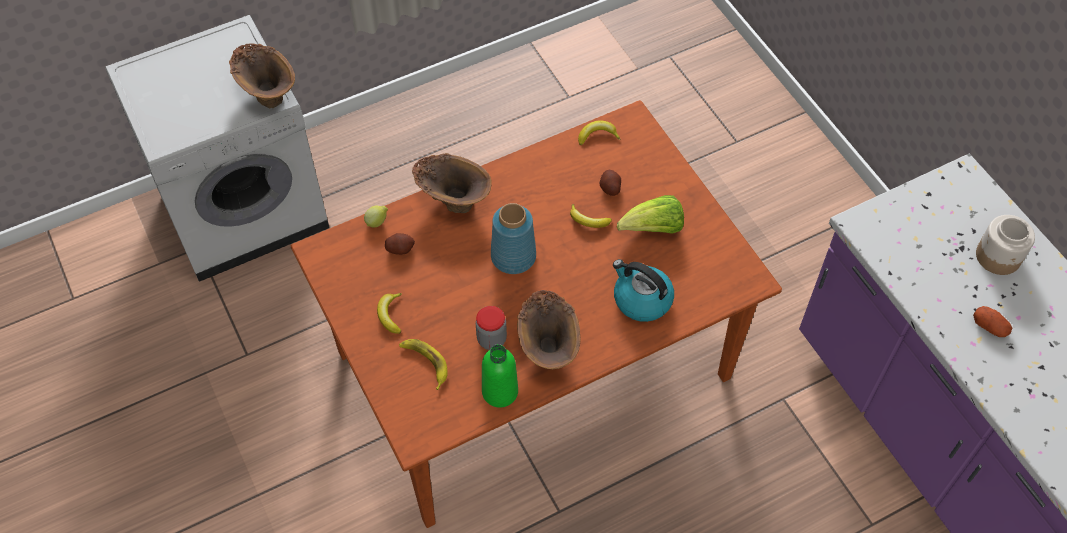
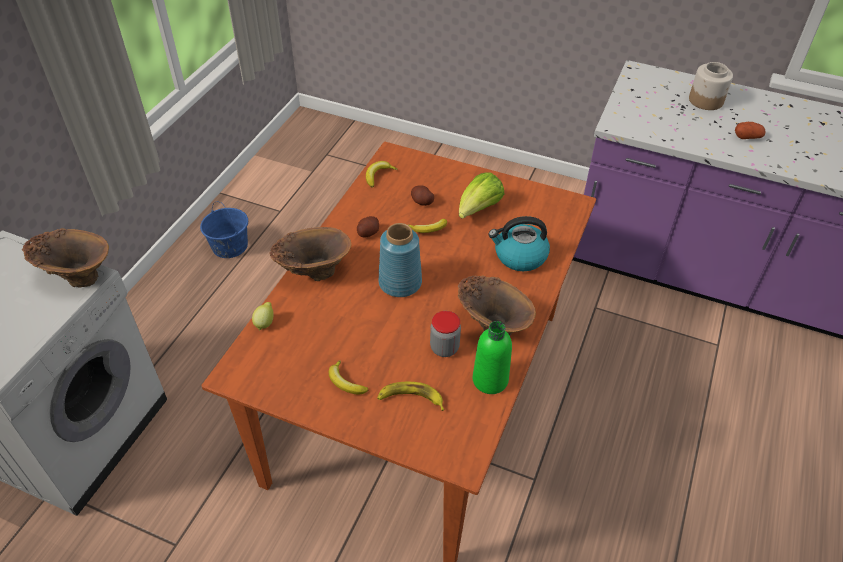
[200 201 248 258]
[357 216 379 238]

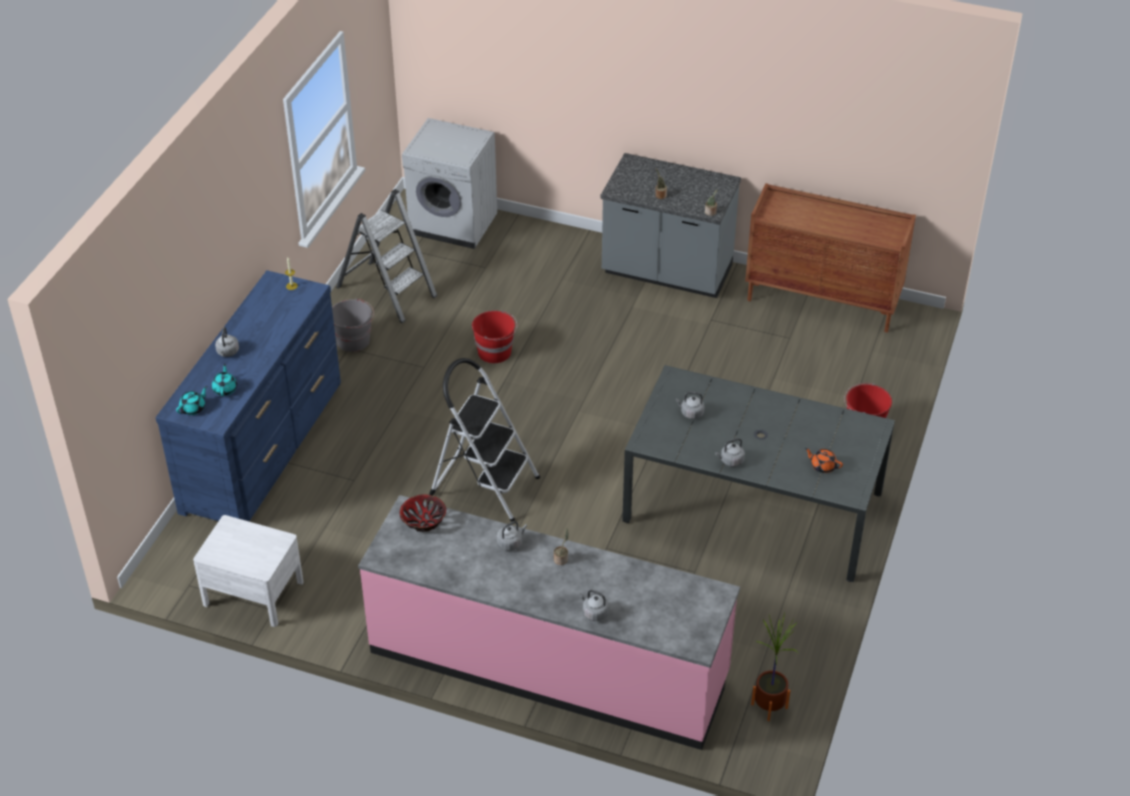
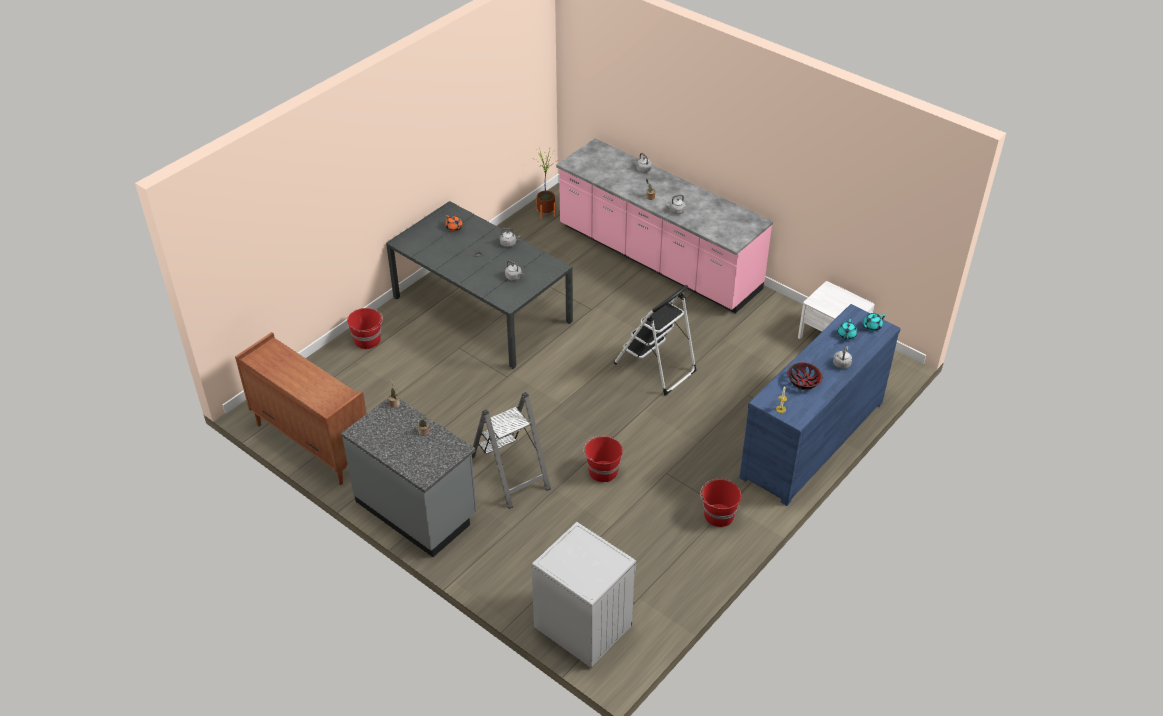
[472 392 551 509]
[700 478 741 527]
[787 362 822 390]

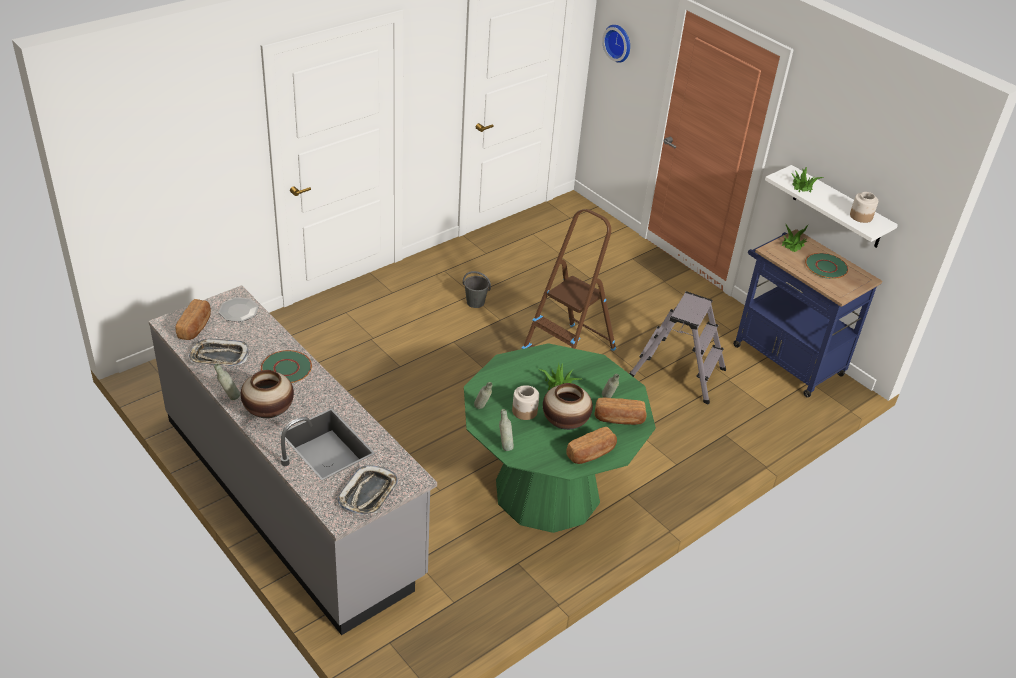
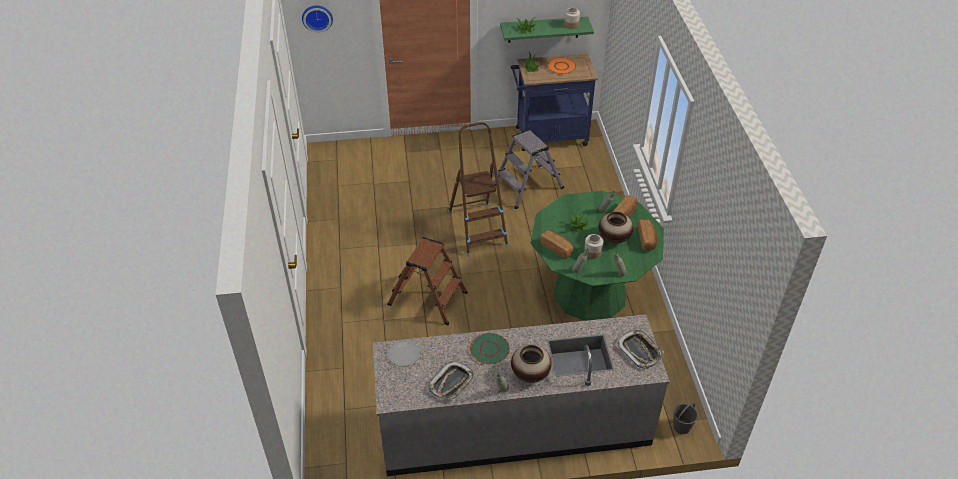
[387 237 468 325]
[500 17 594 43]
[540 230 574 258]
[547 57 576 74]
[673 402 698 434]

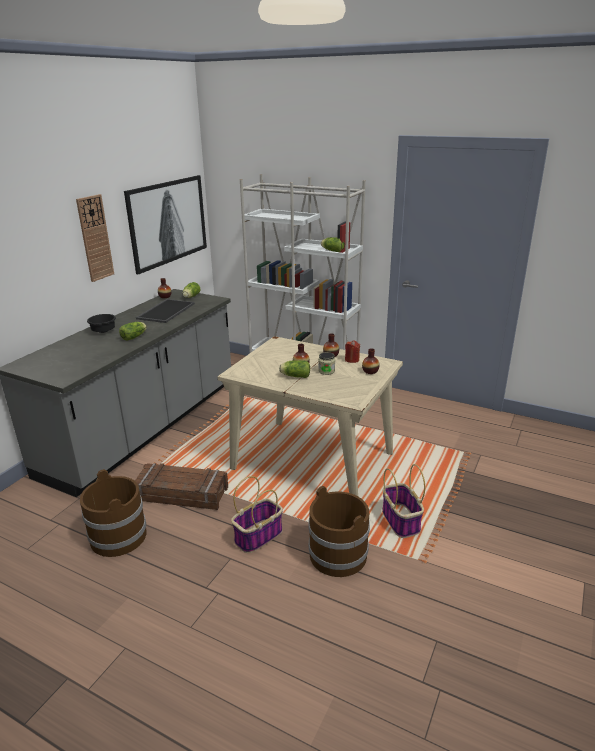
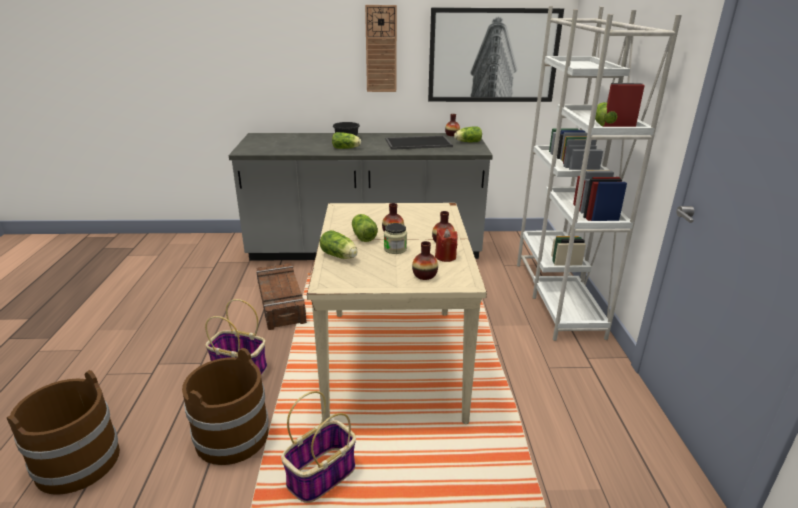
[7 370 120 495]
[320 230 358 259]

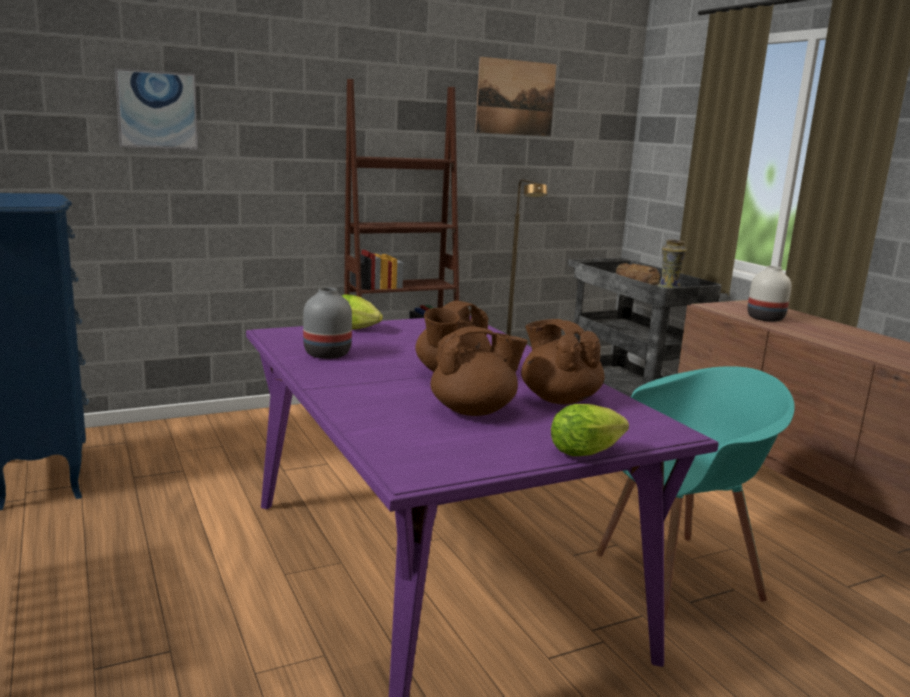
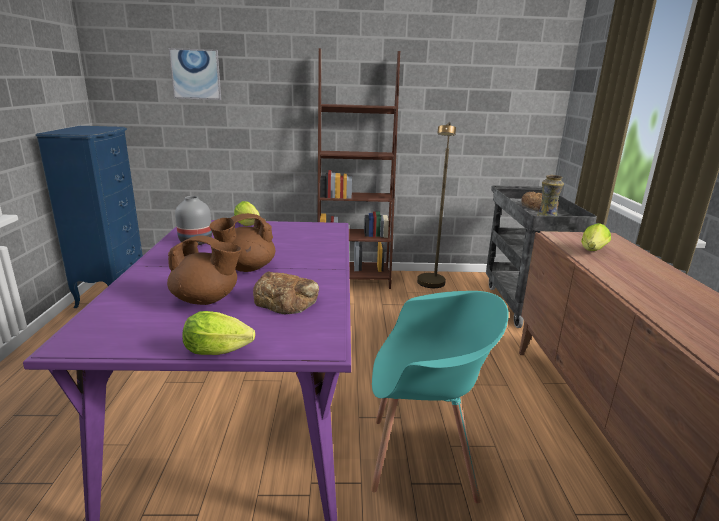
[253 271 319 314]
[581 223 611 251]
[475 57 557 136] (first image)

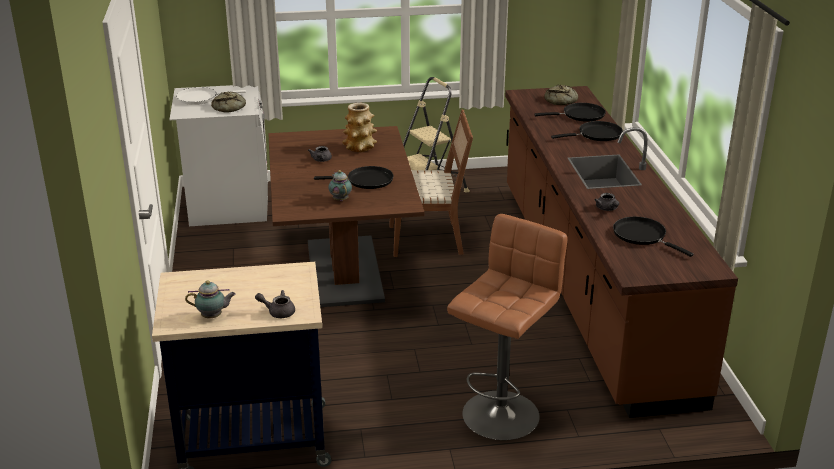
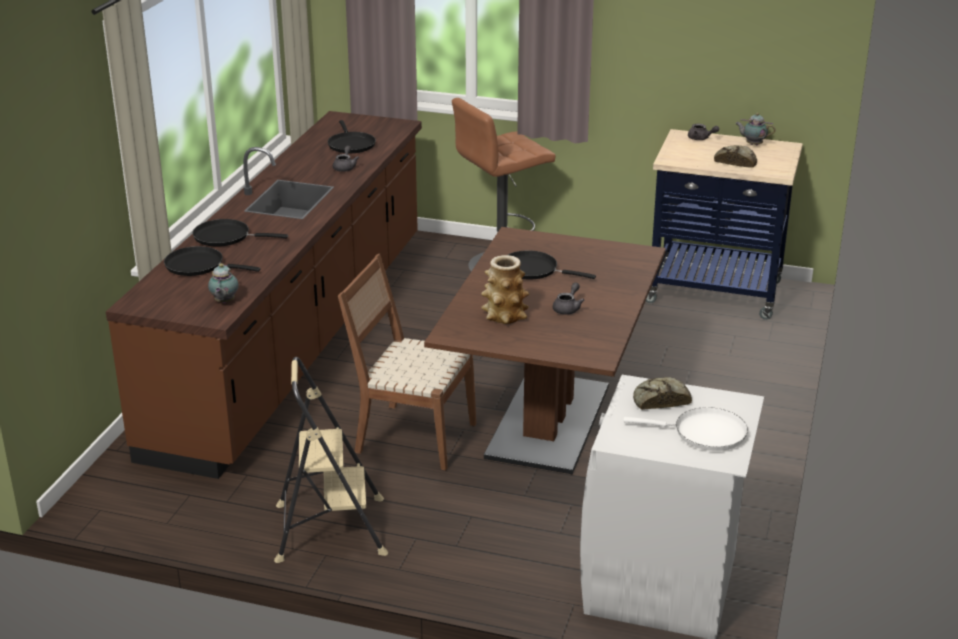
[208 264 239 303]
[714 145 757 168]

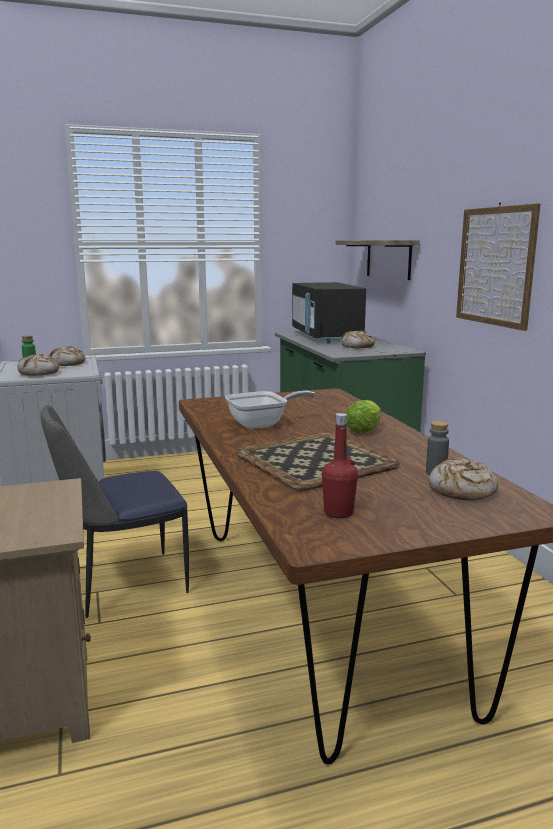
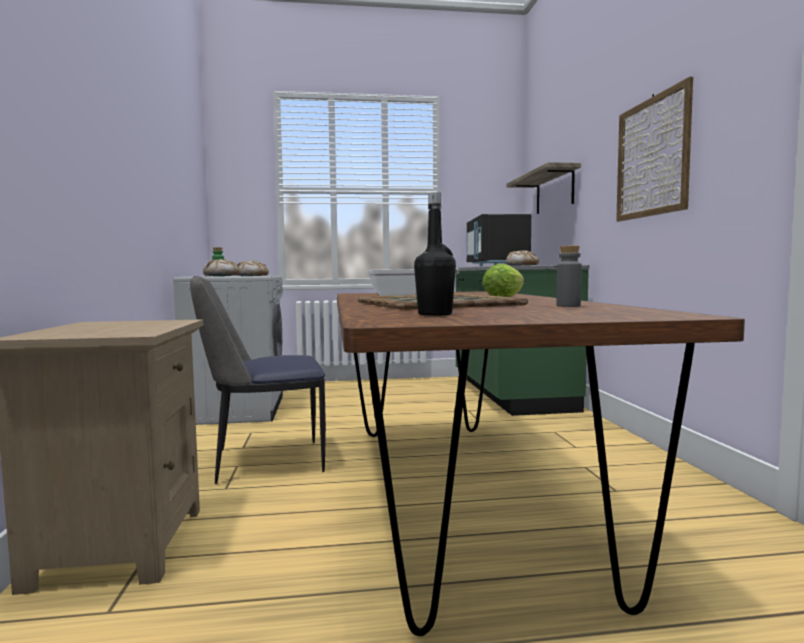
[414 192 456 316]
[428 458 498 501] (first image)

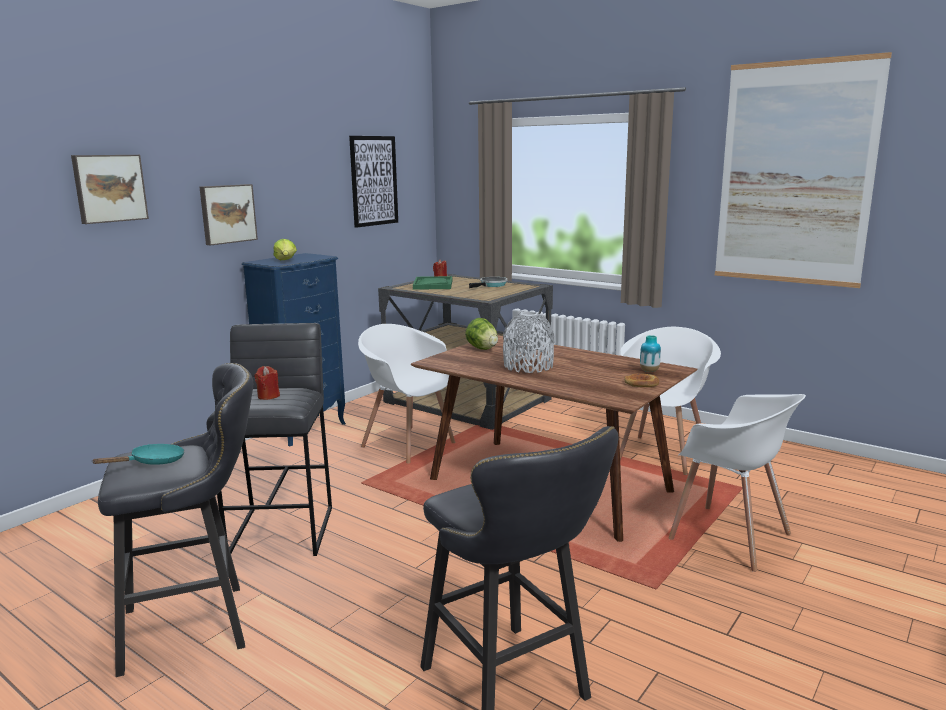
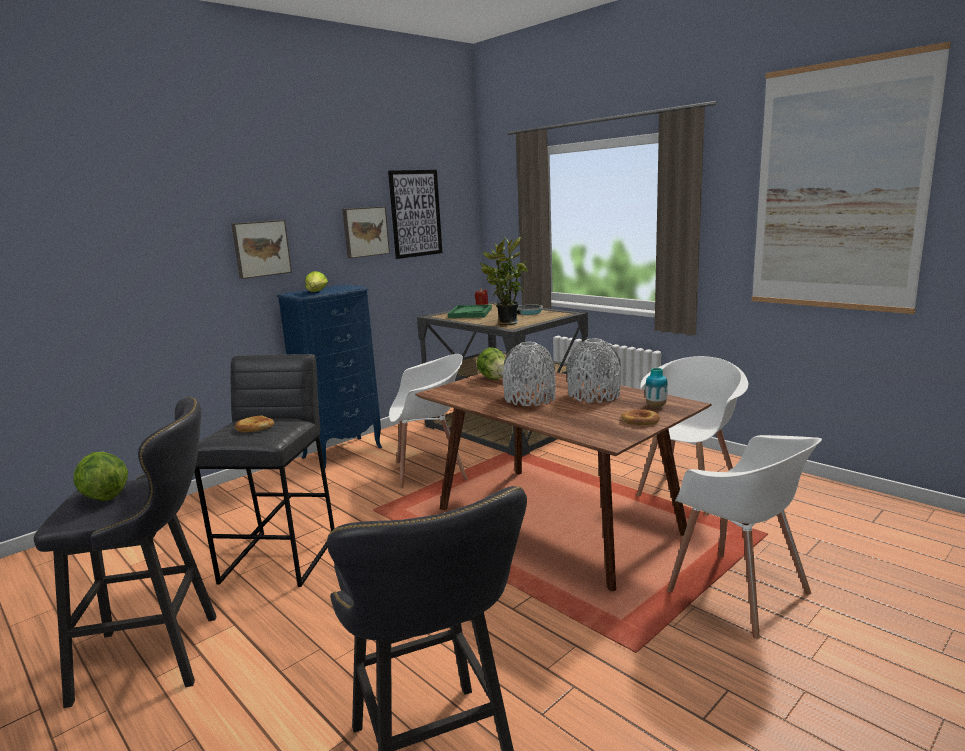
[74 452 128 501]
[235 415 275 433]
[342 206 390 258]
[389 354 468 488]
[480 237 528 325]
[567 339 621 403]

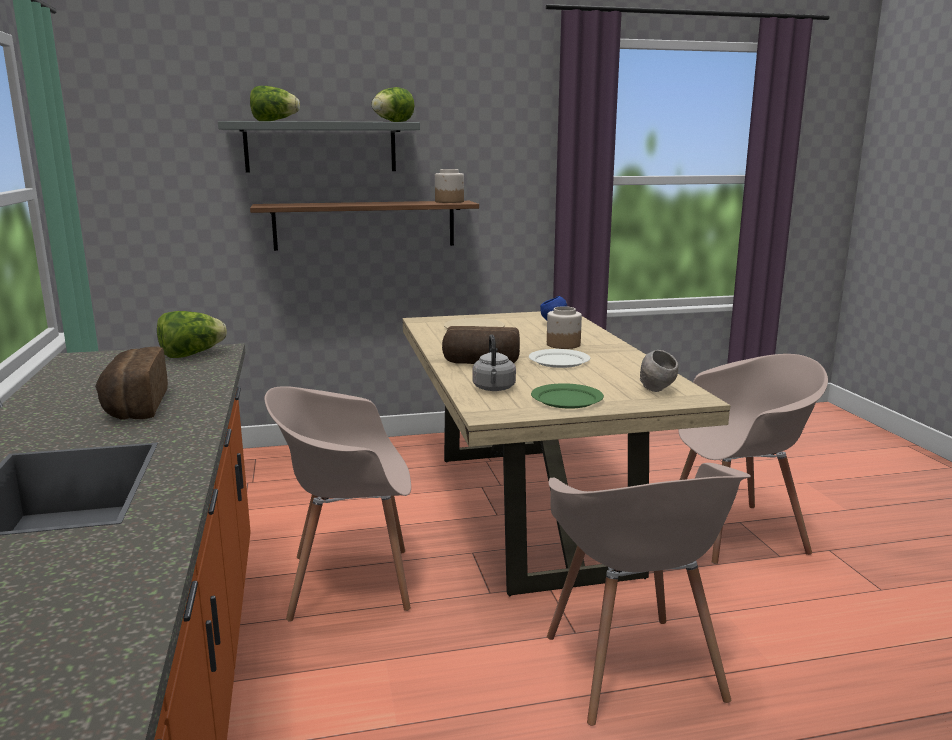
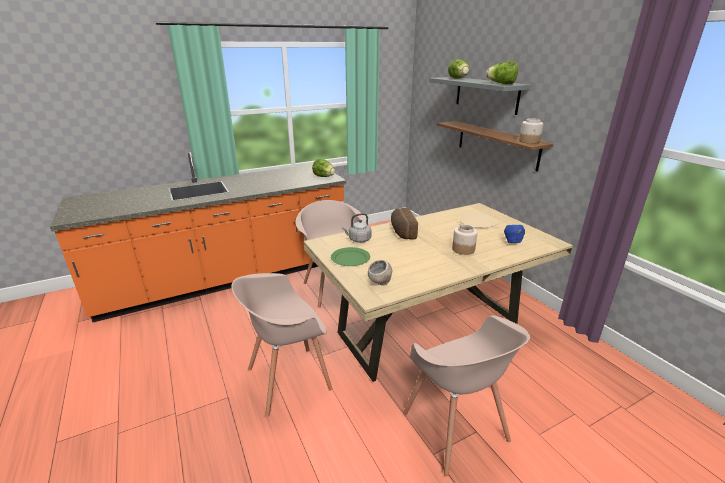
[95 346 168 419] (first image)
[529 349 590 368] (first image)

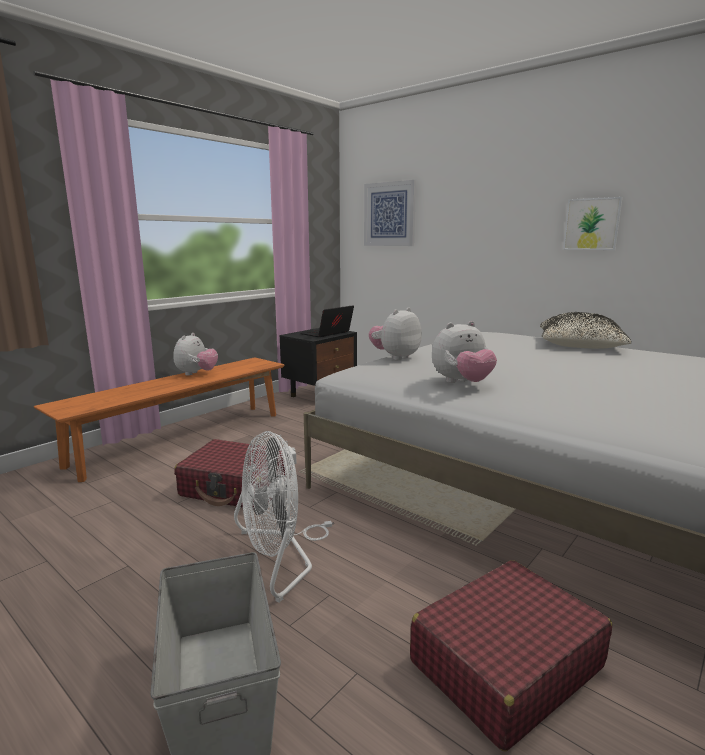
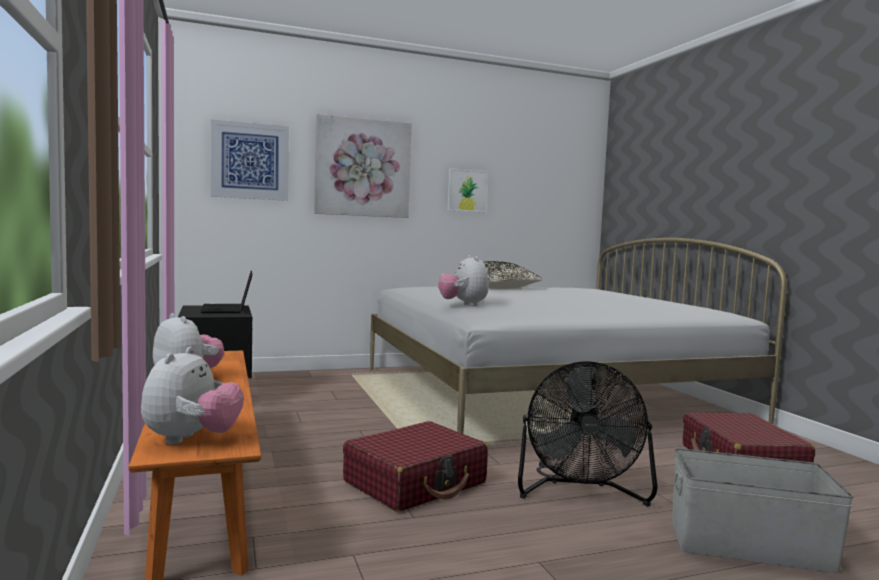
[141 347 244 445]
[314 114 412 218]
[518 361 657 507]

